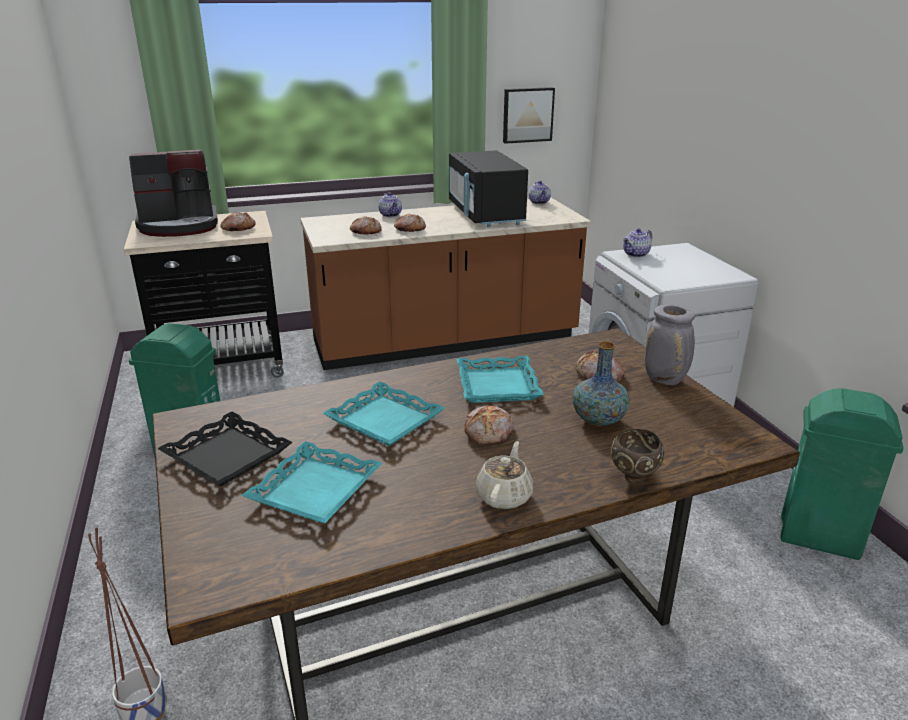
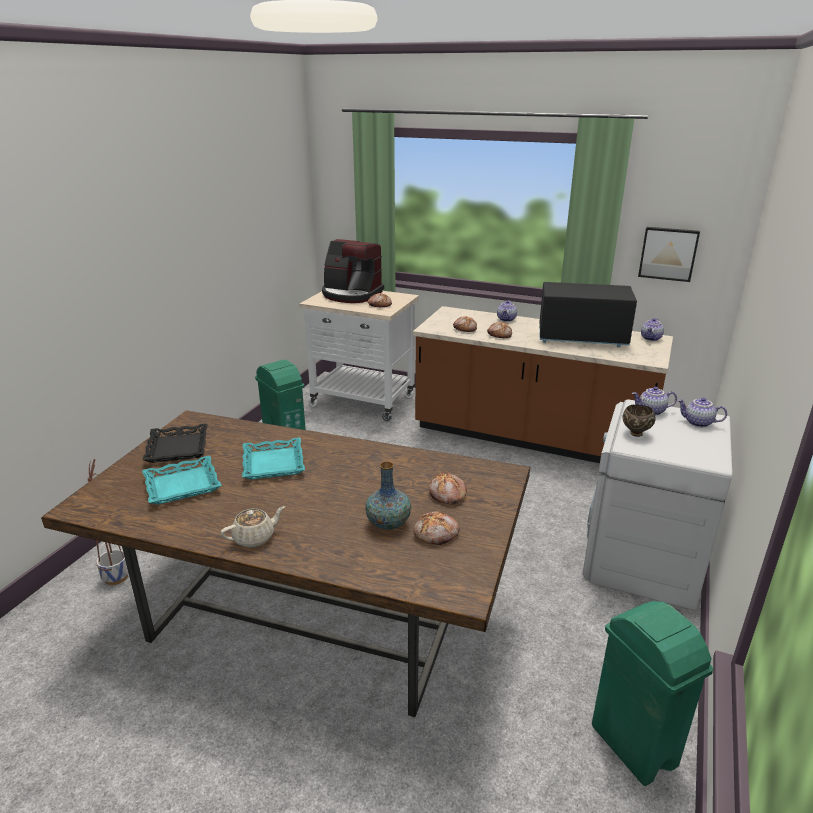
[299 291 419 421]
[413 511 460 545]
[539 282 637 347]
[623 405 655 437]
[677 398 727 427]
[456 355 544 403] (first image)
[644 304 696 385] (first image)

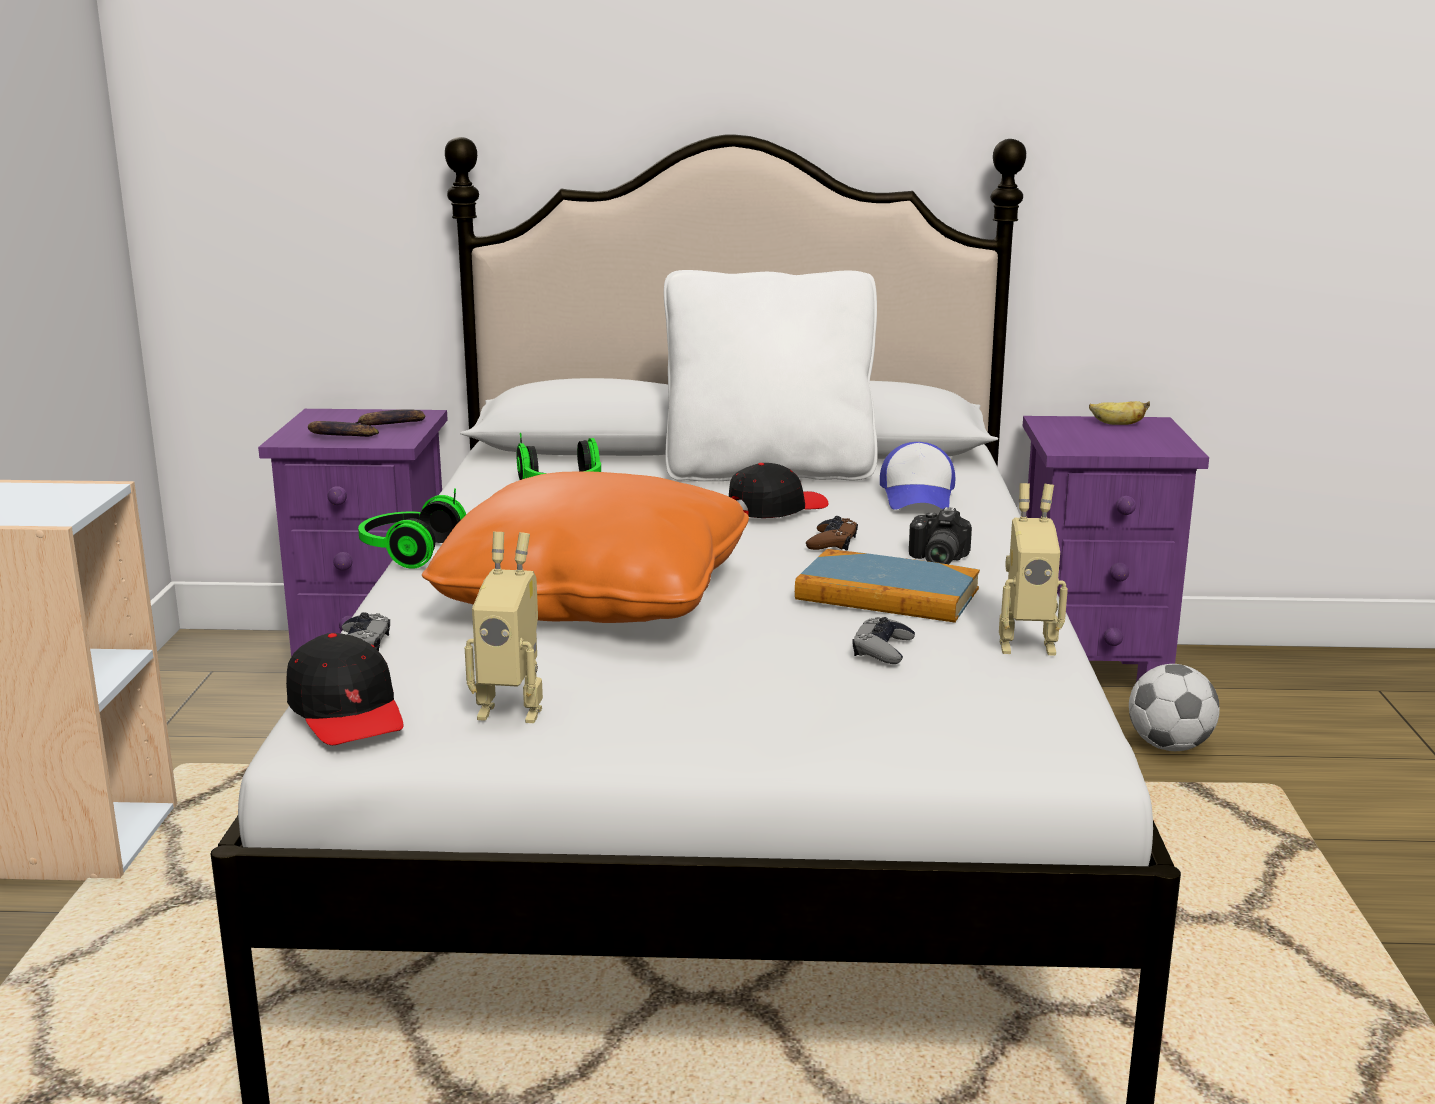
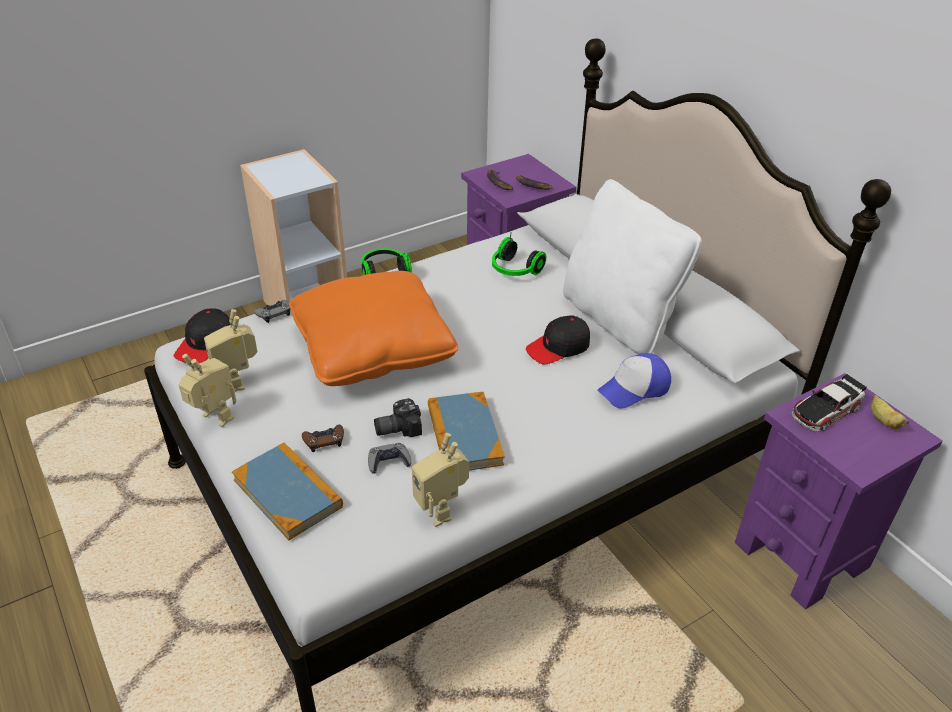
[179 354 237 427]
[232 443 343 540]
[302 424 344 452]
[374 398 422 437]
[526 316 590 364]
[791 374 866 432]
[1129 664 1220 751] (first image)

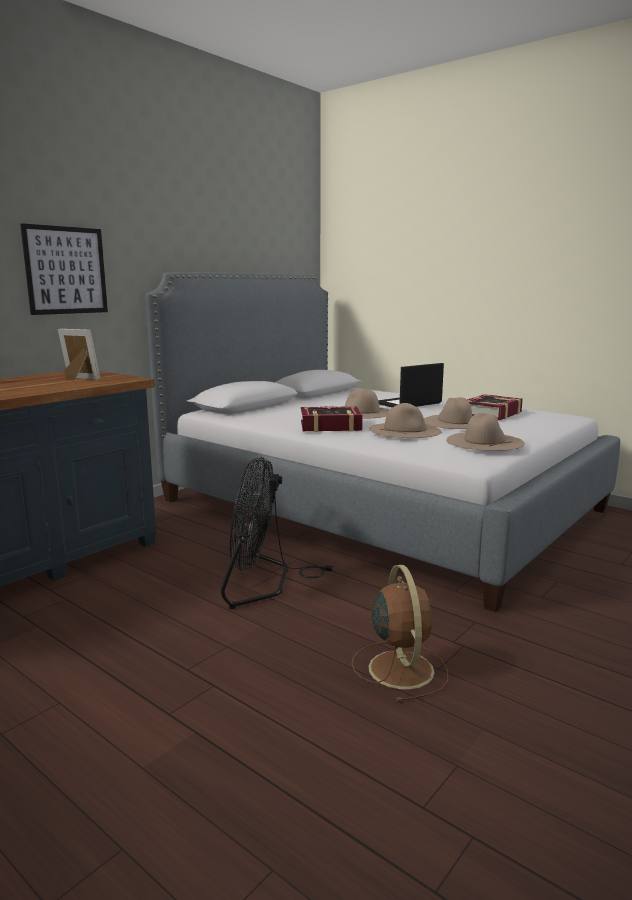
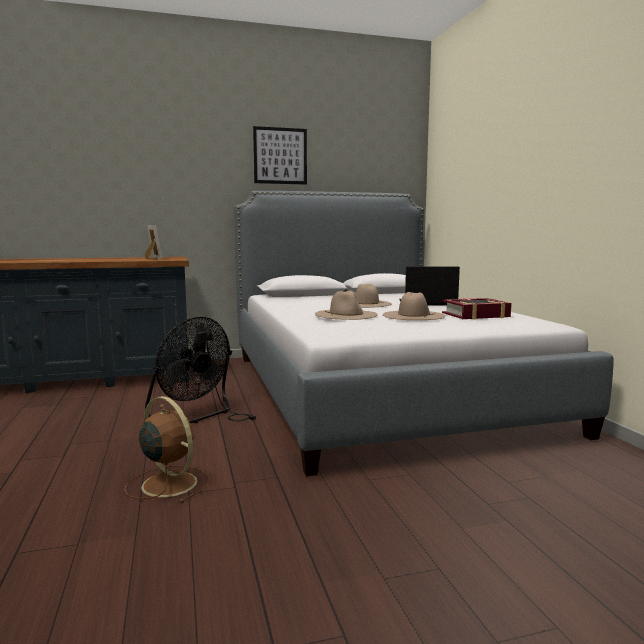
[124 396 210 503]
[253 126 307 185]
[301 406 363 432] (first image)
[446 413 525 451] (first image)

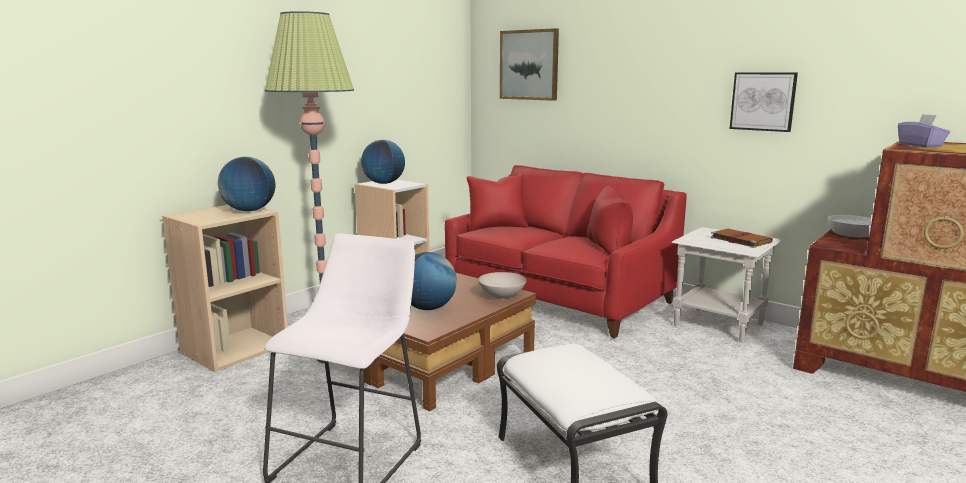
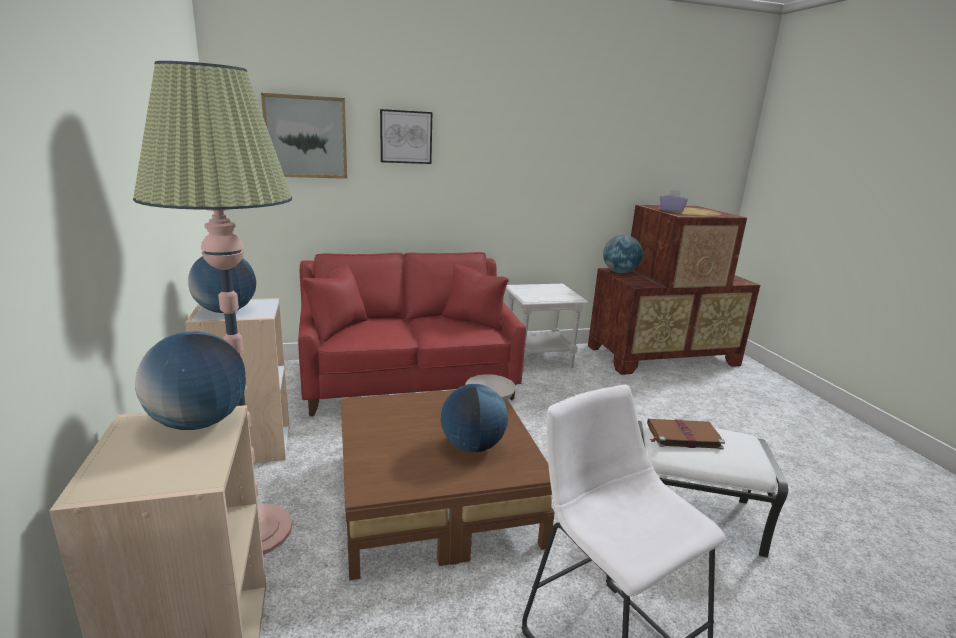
[380 109 432 164]
[603 235 643 273]
[647 419 725 450]

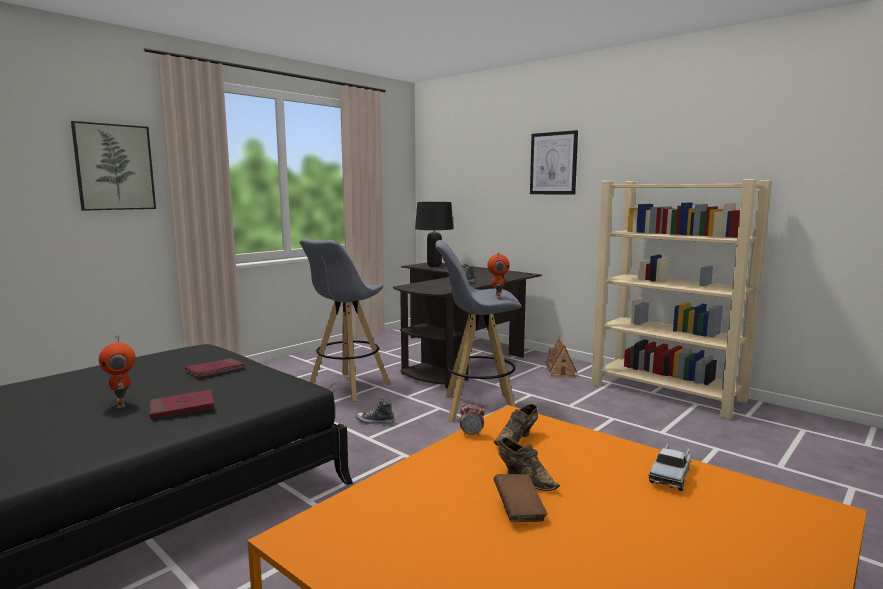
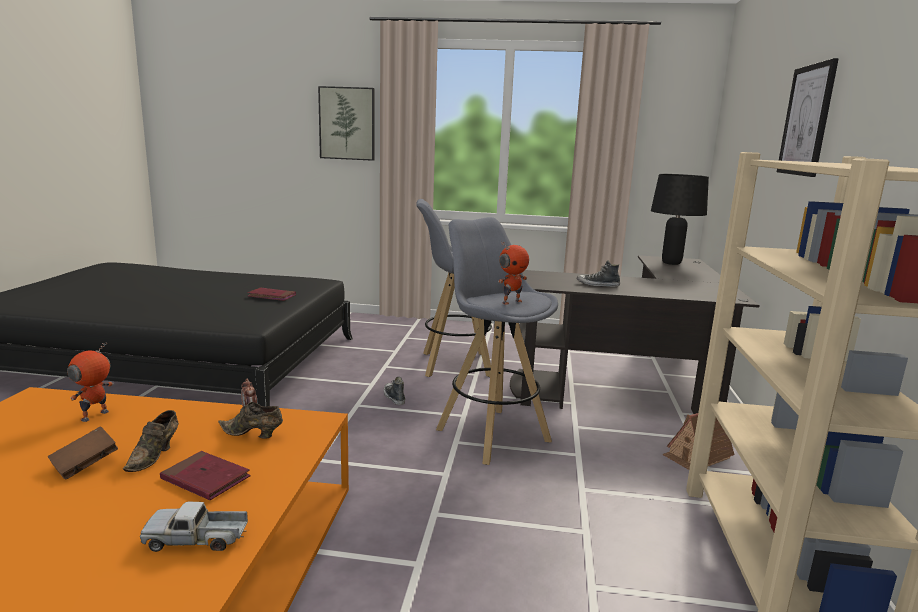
[67 342 114 422]
[160 451 251 500]

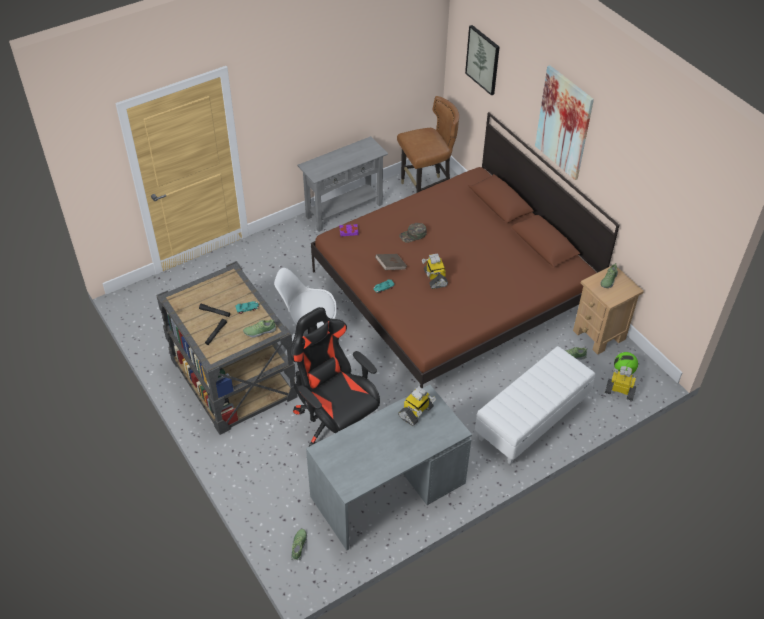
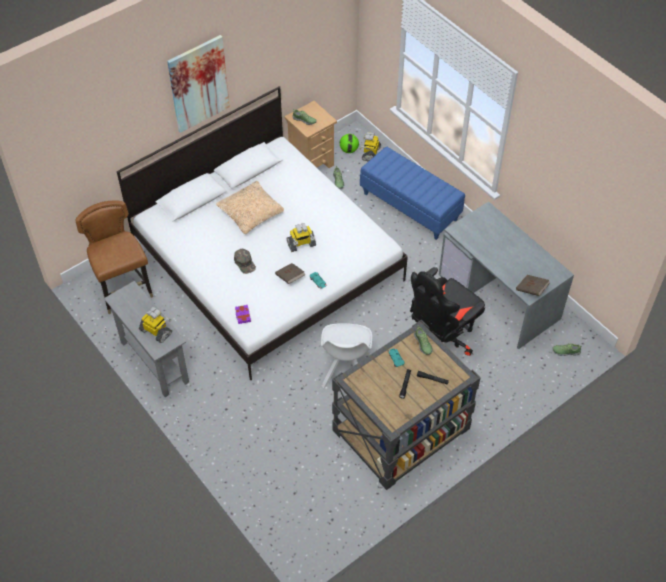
[117 86 408 380]
[139 307 172 343]
[216 181 284 234]
[360 147 465 240]
[516 275 550 296]
[465 25 500 95] (first image)

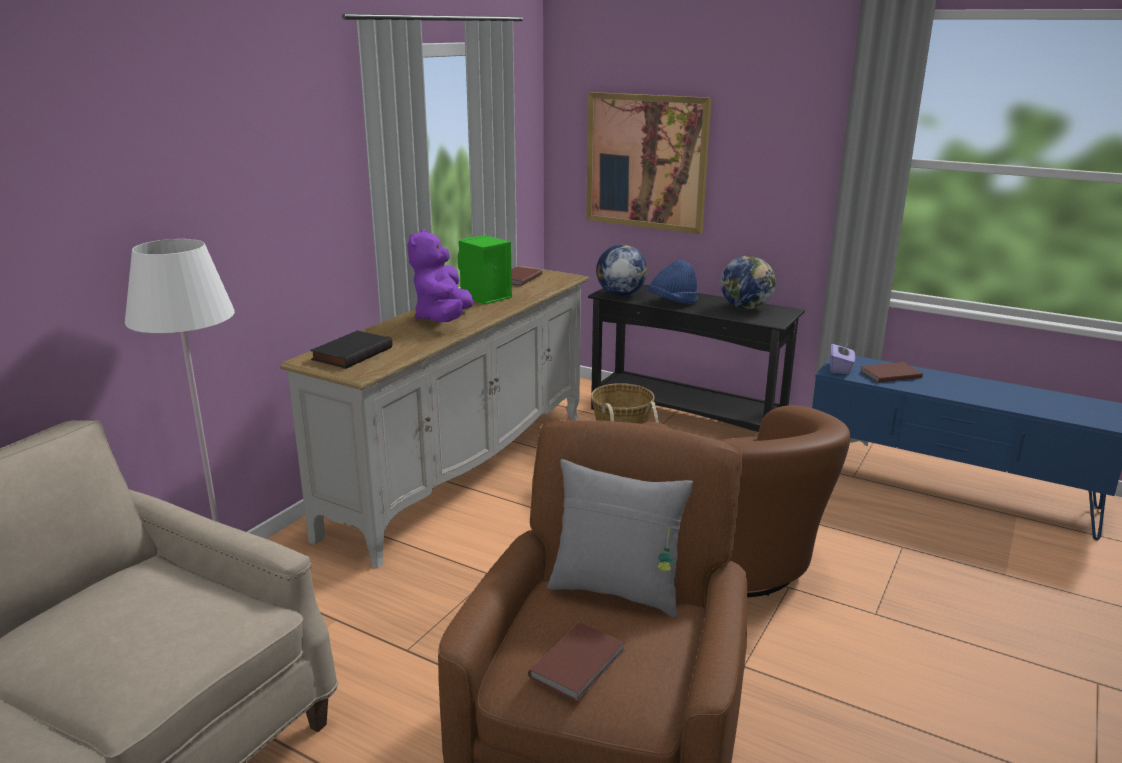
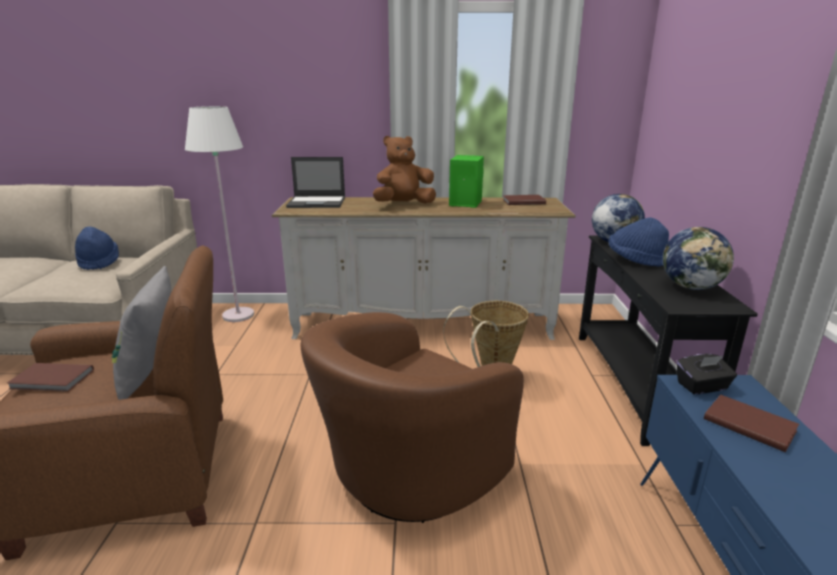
[75 227 119 270]
[286 157 345 208]
[373 136 436 204]
[676 354 737 394]
[586 92 711 234] (first image)

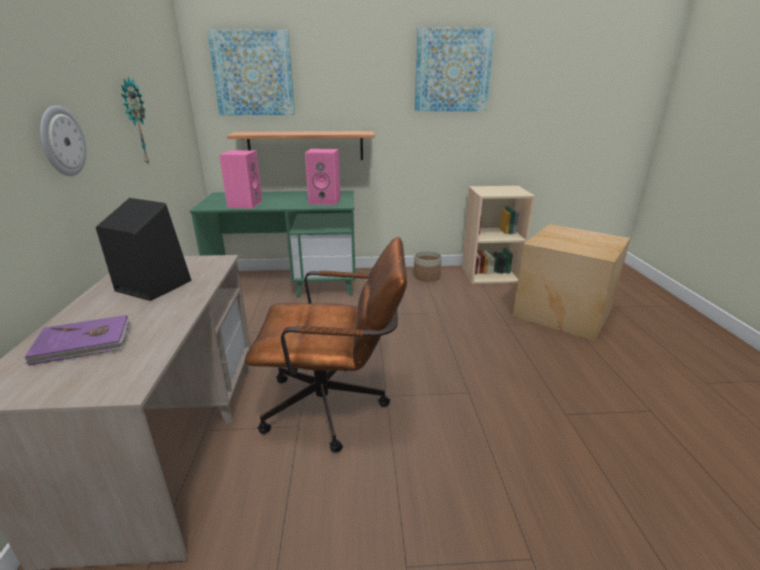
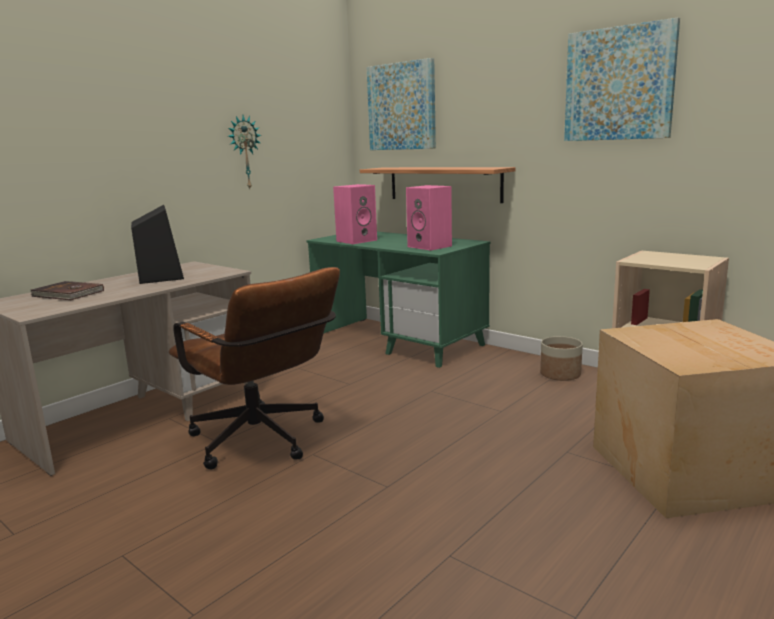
[30 281 104 300]
[40 105 86 176] (first image)

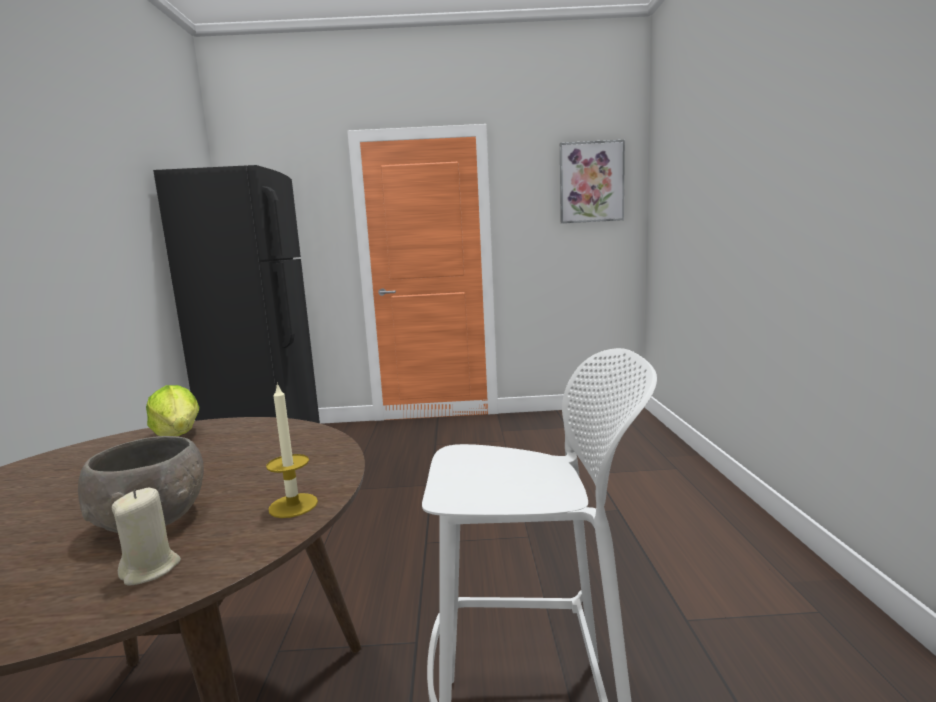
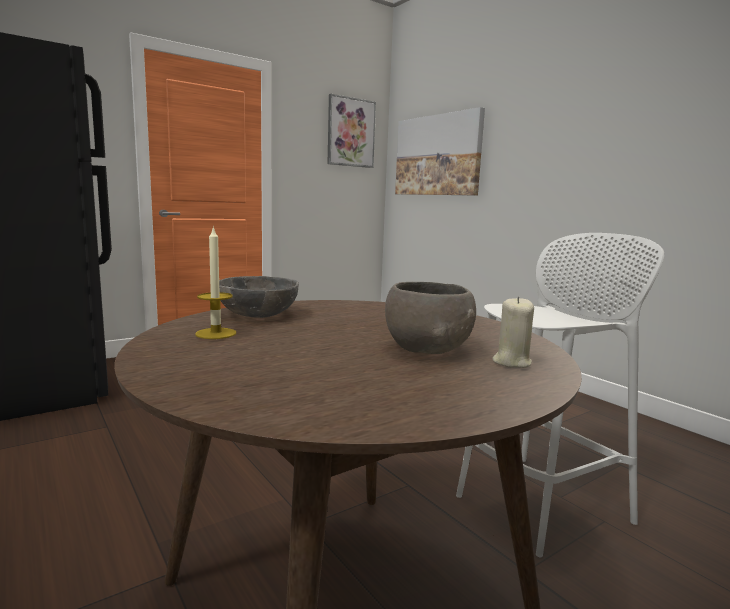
[195 226 236 339]
[219 276 299 318]
[395 107 485 196]

